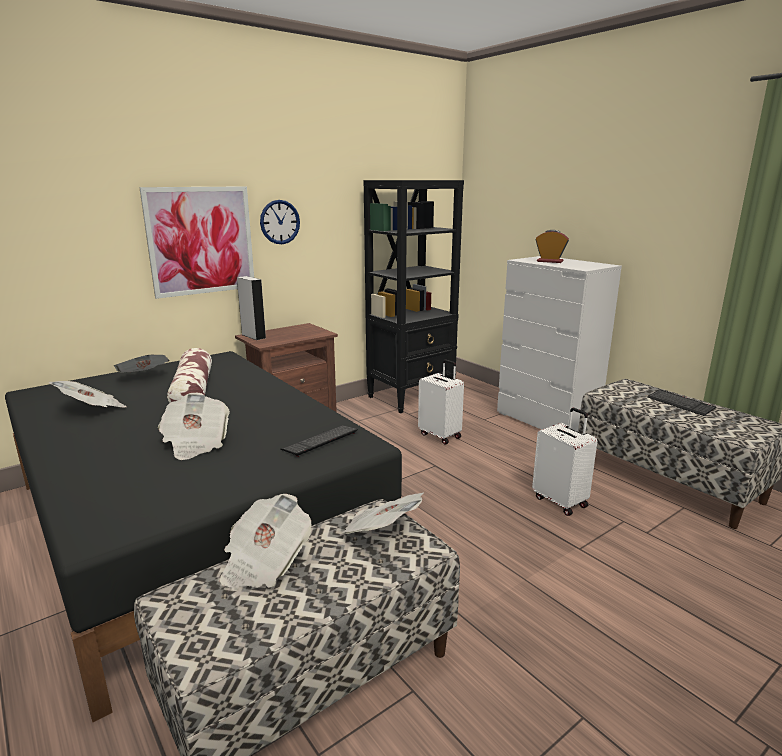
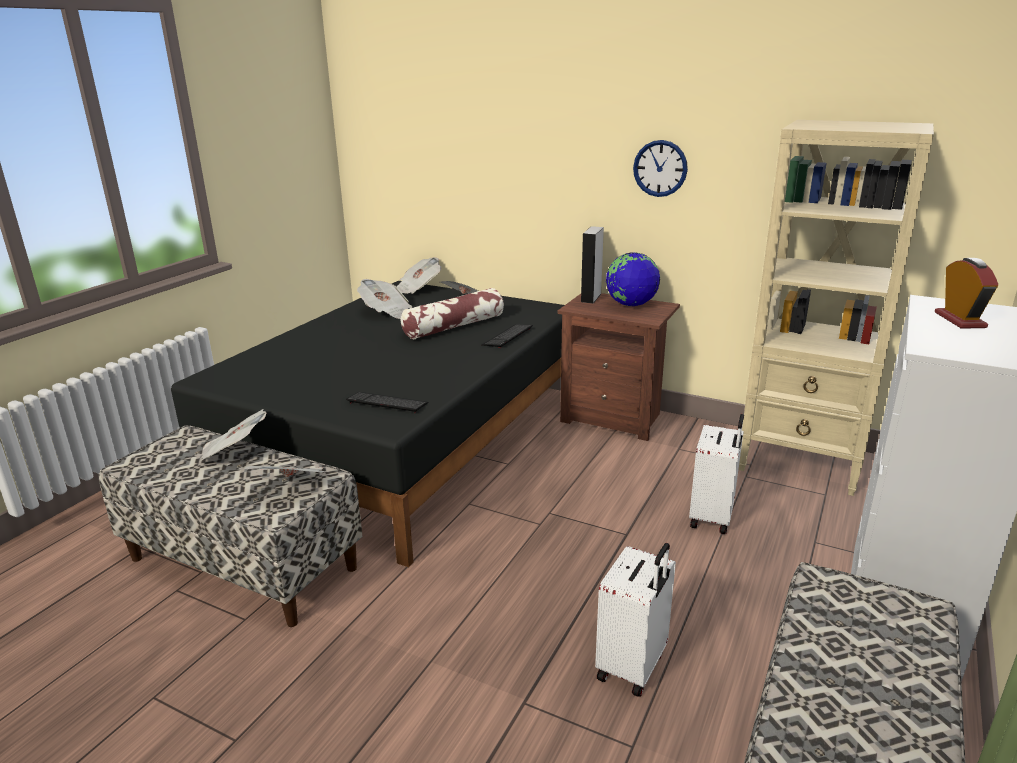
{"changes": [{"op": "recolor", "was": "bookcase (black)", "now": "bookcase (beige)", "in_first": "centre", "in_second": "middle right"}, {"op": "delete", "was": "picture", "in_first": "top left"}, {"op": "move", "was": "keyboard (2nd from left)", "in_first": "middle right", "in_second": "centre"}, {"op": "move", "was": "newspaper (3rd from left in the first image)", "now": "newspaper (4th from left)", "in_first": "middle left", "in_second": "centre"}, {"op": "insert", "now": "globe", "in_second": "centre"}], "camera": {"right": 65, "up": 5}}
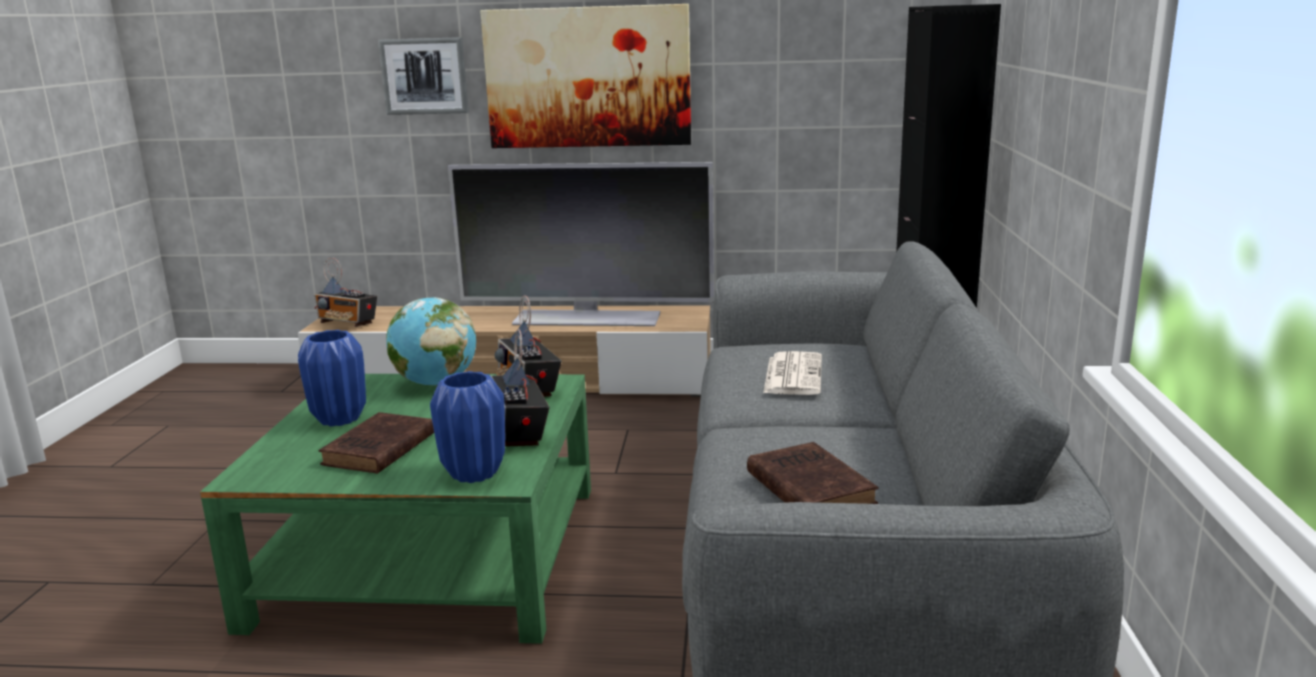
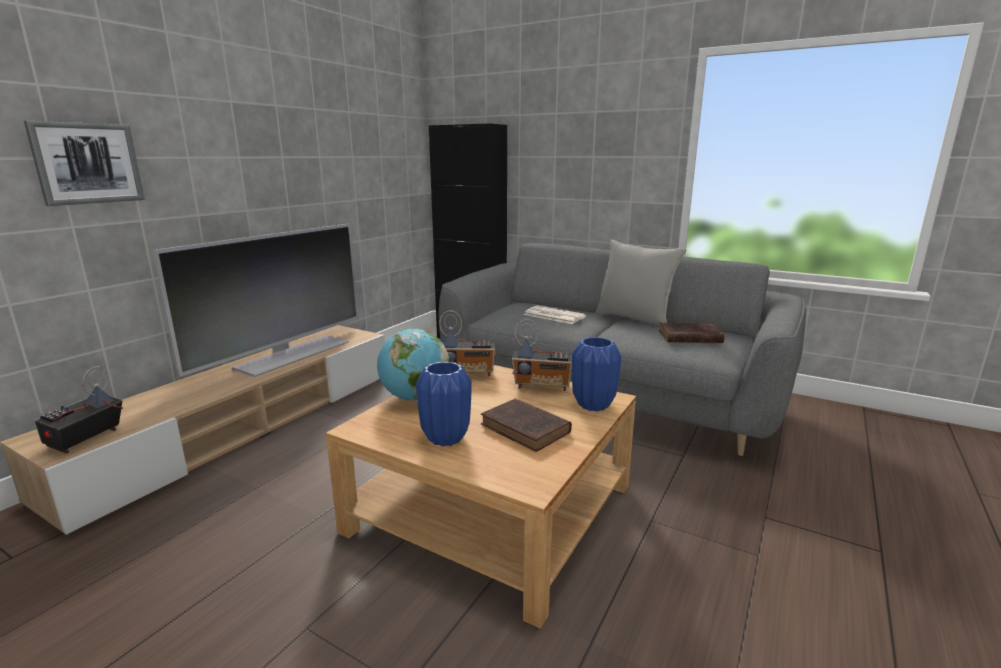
{"changes": [{"op": "delete", "was": "picture (2nd from left)", "in_first": "top centre"}, {"op": "rotate", "was": "radio (1st from left)", "in_first": "middle left", "in_second": "middle left", "clockwise": 150}, {"op": "recolor", "was": "coffee table (green)", "now": "coffee table (beige)", "in_first": "bottom left", "in_second": "bottom centre"}, {"op": "insert", "now": "pillow (grey)", "in_second": "centre"}], "camera": {"right": -65, "up": 0}}
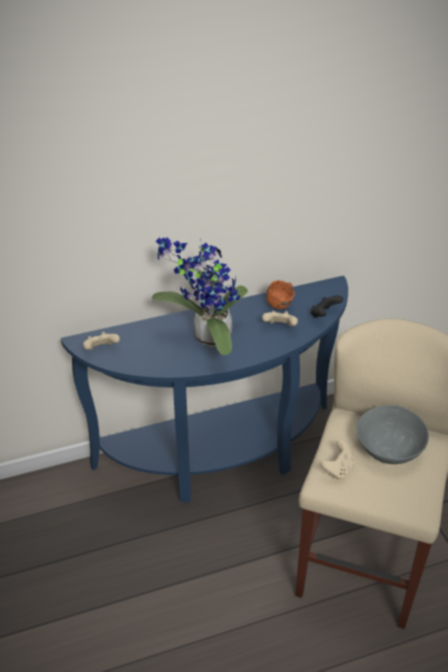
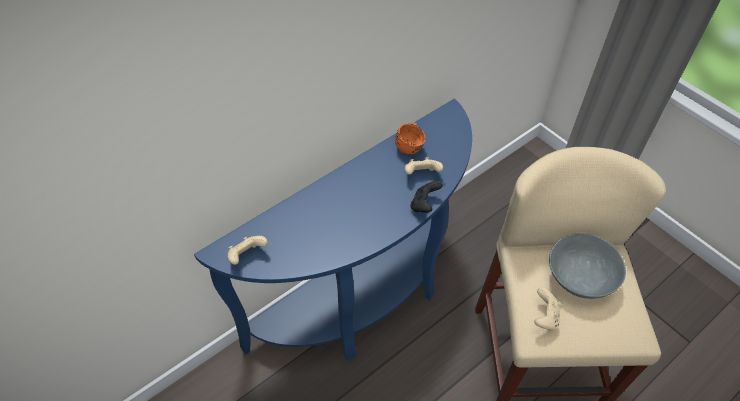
{"changes": [{"op": "delete", "was": "potted plant", "in_first": "centre"}, {"op": "move", "was": "game controller (black)", "in_first": "middle right", "in_second": "centre"}], "camera": {"right": -20, "up": 10}}
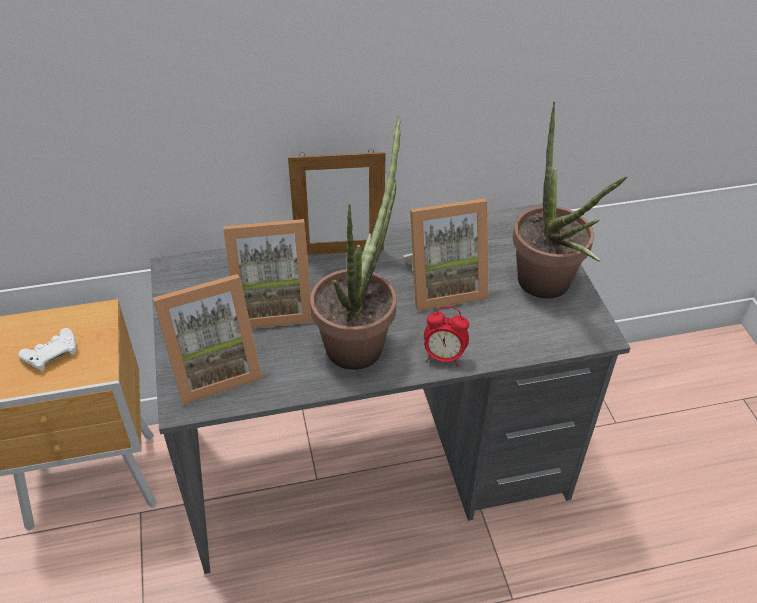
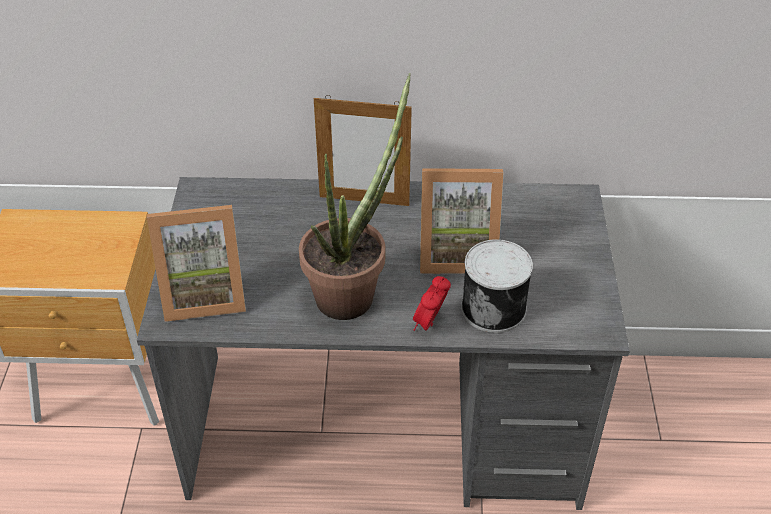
{"changes": [{"op": "delete", "was": "potted plant (2nd from left)", "in_first": "top right"}, {"op": "delete", "was": "picture frame (2nd from left)", "in_first": "centre"}, {"op": "rotate", "was": "alarm clock", "in_first": "centre", "in_second": "centre", "clockwise": 90}, {"op": "delete", "was": "game controller (white)", "in_first": "middle left"}, {"op": "insert", "now": "can", "in_second": "centre"}], "camera": {"right": 15, "up": 0}}
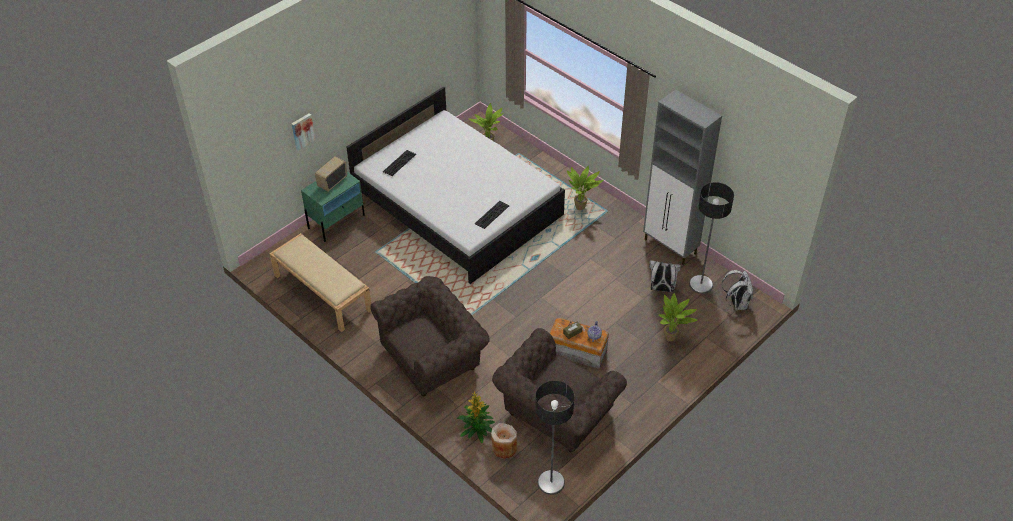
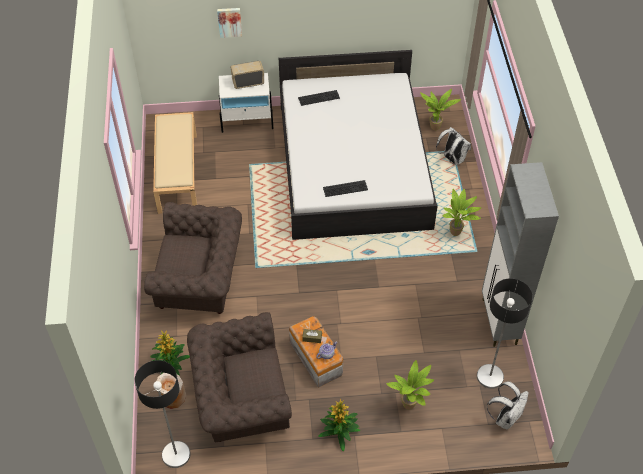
{"changes": [{"op": "recolor", "was": "nightstand (green)", "now": "nightstand (white)", "in_first": "middle left", "in_second": "top centre"}, {"op": "move", "was": "backpack (white) (1st from left)", "in_first": "centre", "in_second": "top right"}, {"op": "insert", "now": "potted plant (2nd from left)", "in_second": "bottom centre"}], "camera": {"right": 40, "up": 5}}
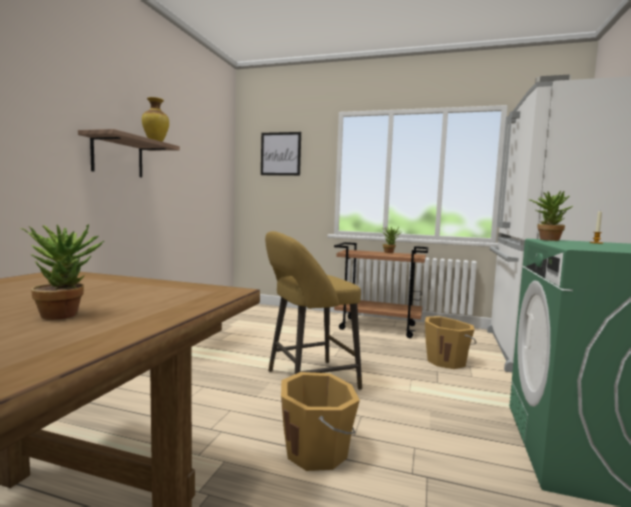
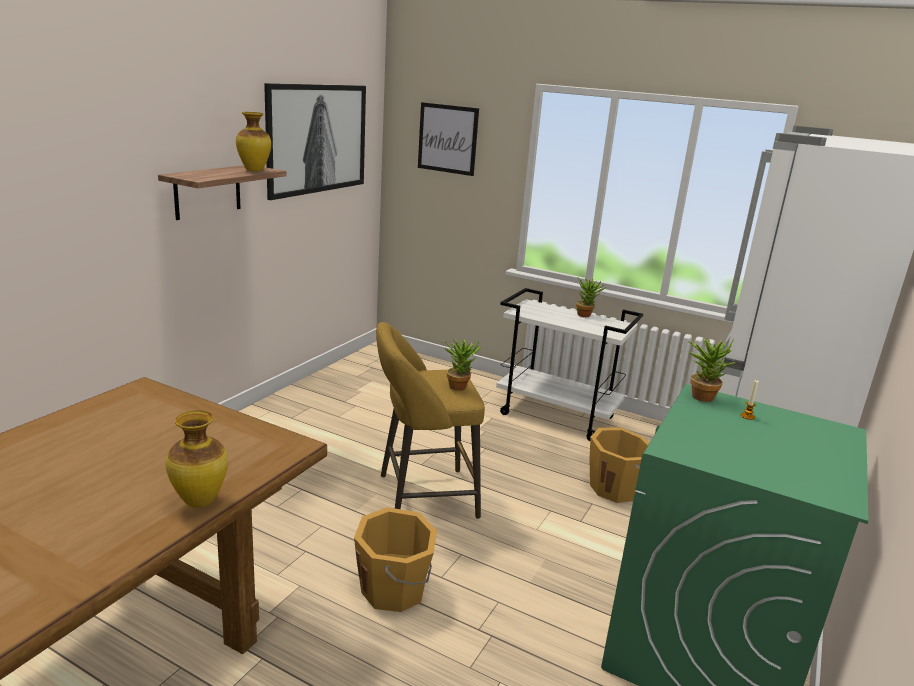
{"changes": [{"op": "move", "was": "potted plant (1st from left)", "in_first": "middle left", "in_second": "centre"}, {"op": "recolor", "was": "cart (brown)", "now": "cart (white)", "in_first": "centre", "in_second": "centre"}, {"op": "insert", "now": "picture (1st from left)", "in_second": "top centre"}, {"op": "insert", "now": "vase (1st from left)", "in_second": "bottom left"}], "camera": {"right": 10, "up": 15}}
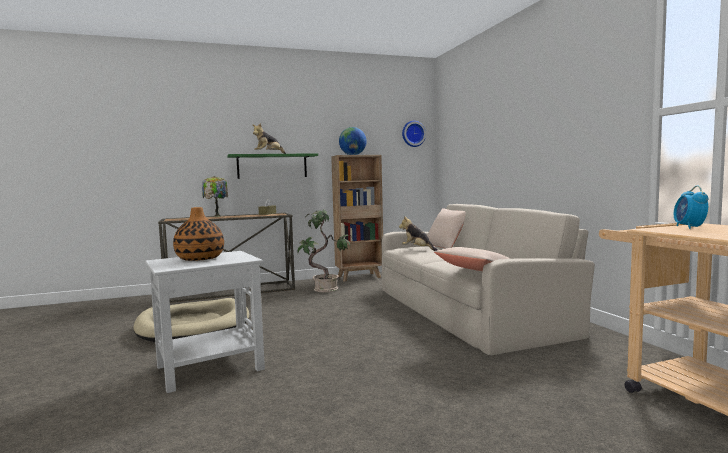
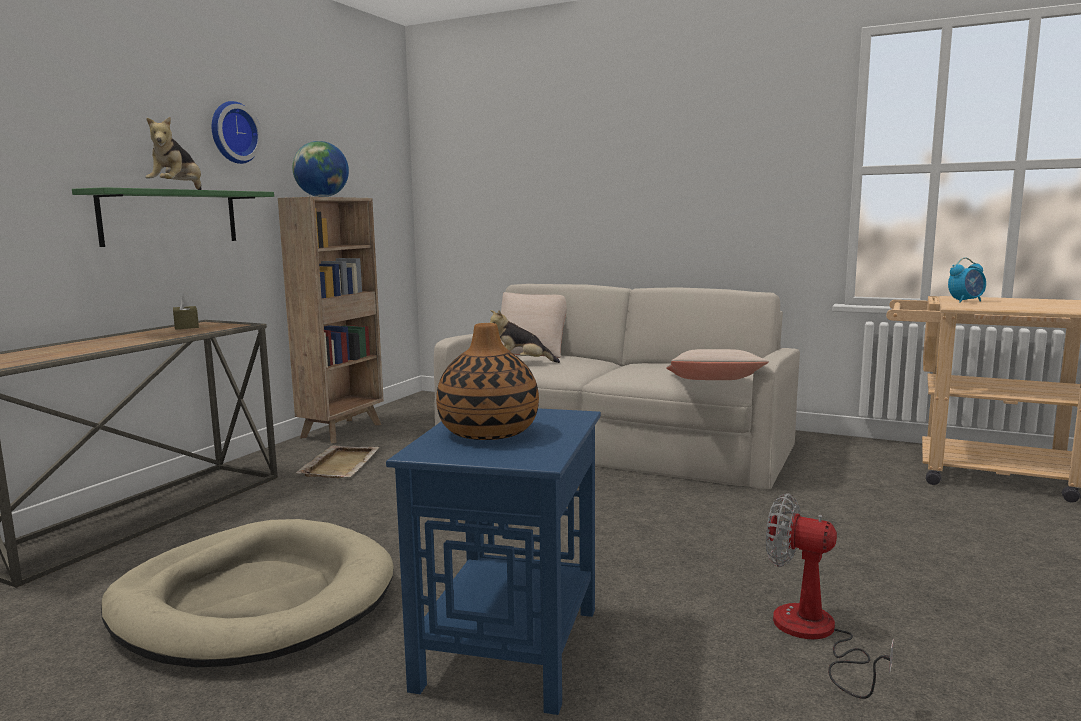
{"changes": [{"op": "move", "was": "wall clock", "in_first": "top centre", "in_second": "top left"}, {"op": "delete", "was": "table lamp", "in_first": "middle left"}, {"op": "rotate", "was": "alarm clock", "in_first": "middle right", "in_second": "middle right", "clockwise": -75}, {"op": "replace", "was": "potted plant", "now": "tray (beige)", "in_first": "centre", "in_second": "middle left"}, {"op": "recolor", "was": "side table (white)", "now": "side table (blue)", "in_first": "bottom left", "in_second": "bottom centre"}, {"op": "insert", "now": "fan", "in_second": "bottom right"}], "camera": {"right": -45, "up": 5}}
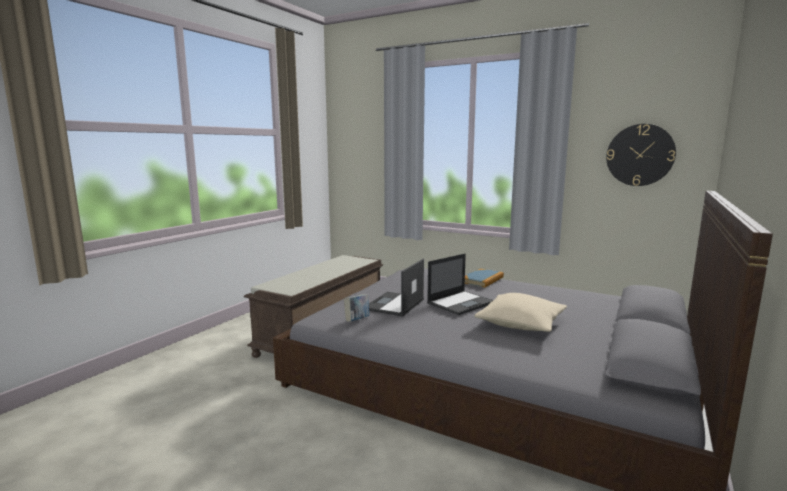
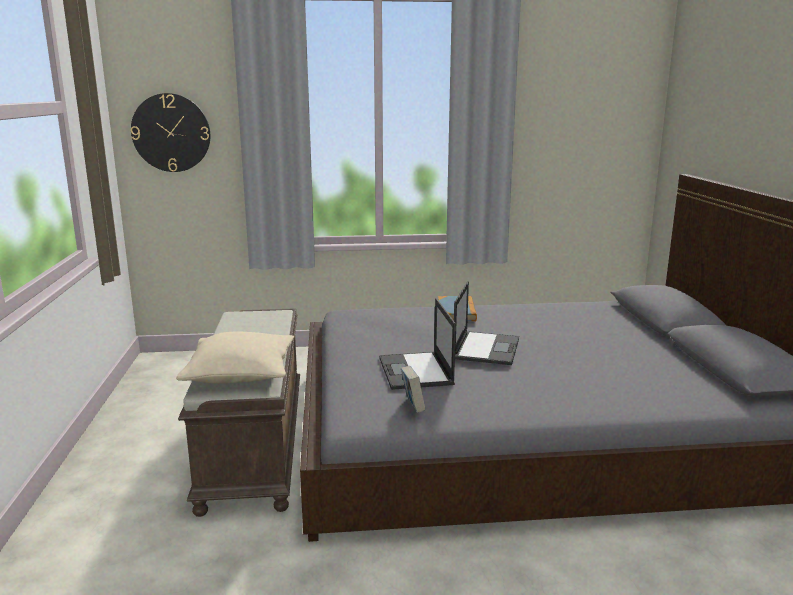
{"changes": [{"op": "move", "was": "wall clock", "in_first": "top right", "in_second": "top left"}, {"op": "move", "was": "pillow (beige)", "in_first": "centre", "in_second": "middle left"}], "camera": {"right": -35, "up": 5}}
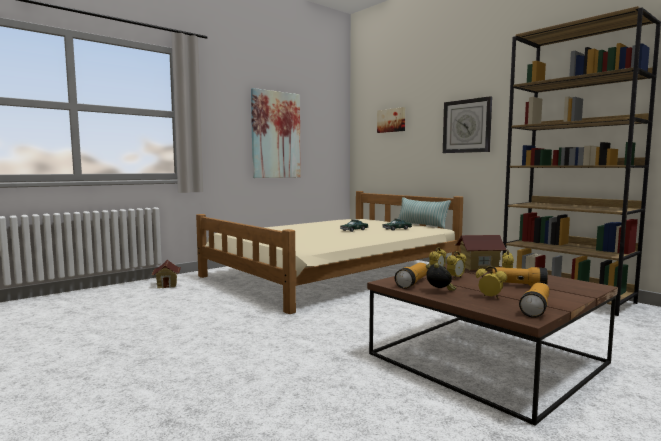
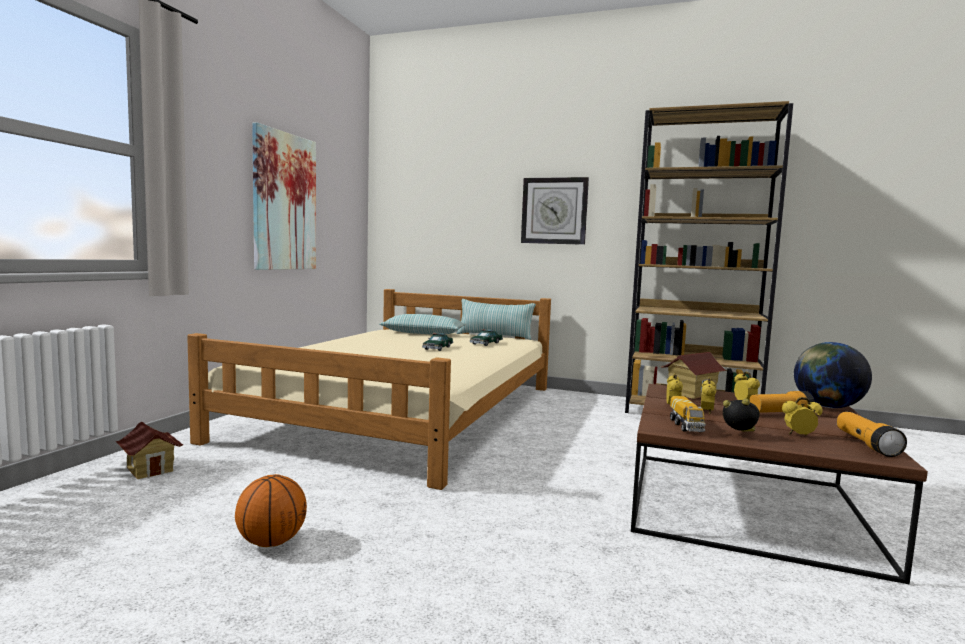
{"changes": [{"op": "delete", "was": "picture (2nd from left)", "in_first": "top centre"}, {"op": "replace", "was": "flashlight (1st from left)", "now": "toy truck", "in_first": "centre", "in_second": "middle right"}, {"op": "insert", "now": "pillow (1st from left)", "in_second": "centre"}, {"op": "insert", "now": "globe", "in_second": "middle right"}, {"op": "insert", "now": "basketball", "in_second": "bottom left"}], "camera": {"right": -30, "up": 0}}
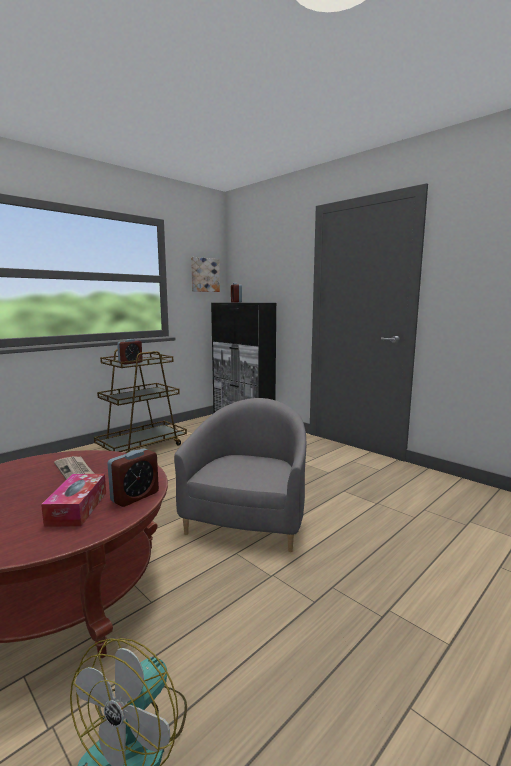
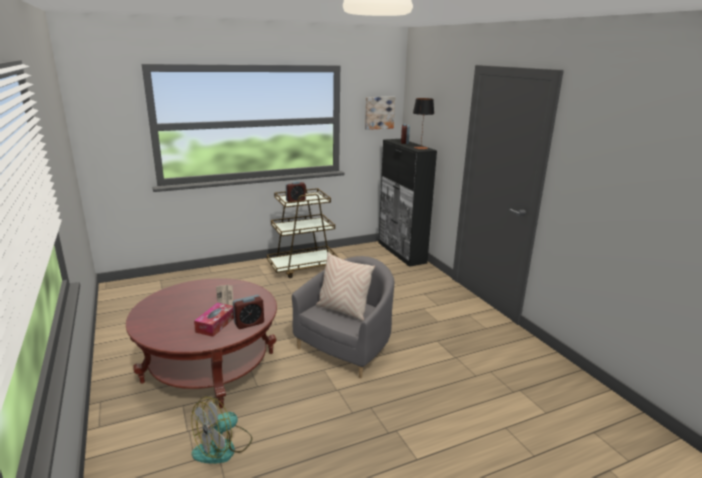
{"changes": [{"op": "insert", "now": "table lamp", "in_second": "top centre"}, {"op": "insert", "now": "pillow (beige)", "in_second": "centre"}], "camera": {"right": 20, "up": 10}}
